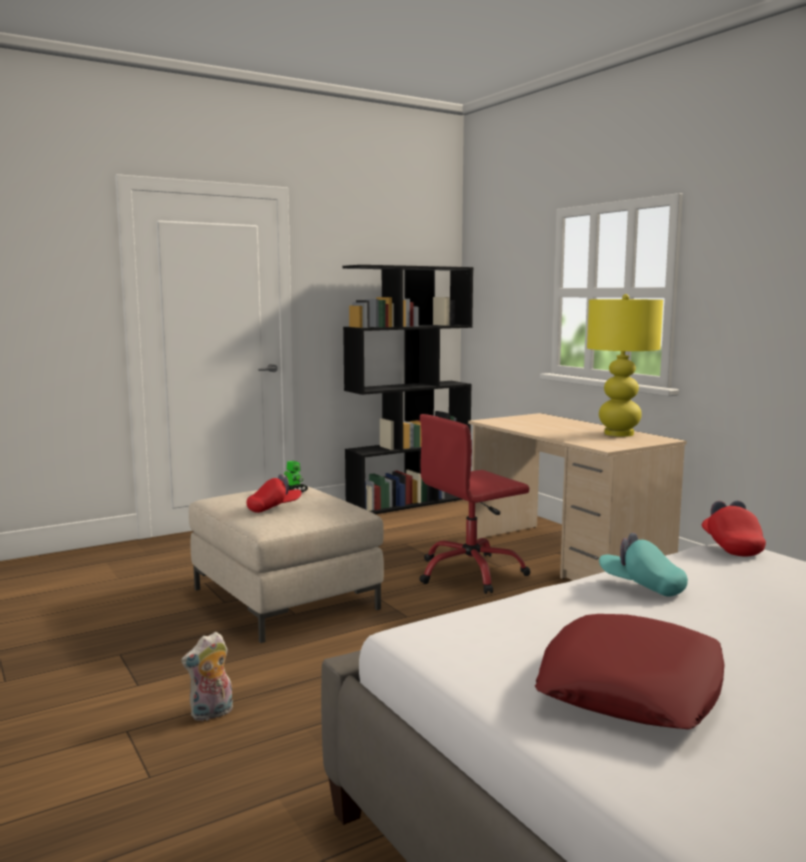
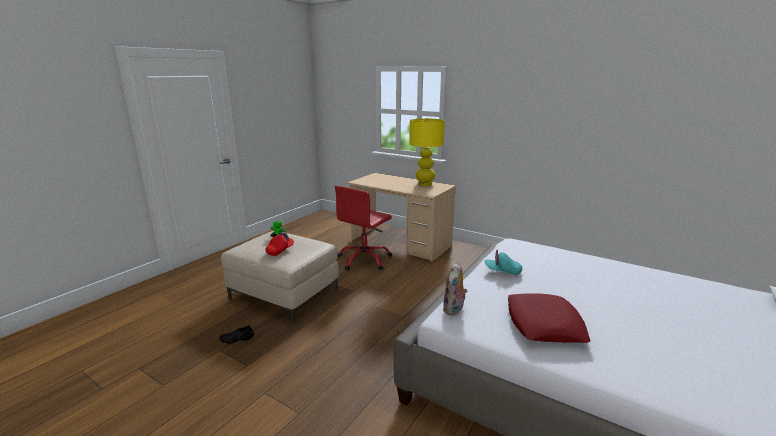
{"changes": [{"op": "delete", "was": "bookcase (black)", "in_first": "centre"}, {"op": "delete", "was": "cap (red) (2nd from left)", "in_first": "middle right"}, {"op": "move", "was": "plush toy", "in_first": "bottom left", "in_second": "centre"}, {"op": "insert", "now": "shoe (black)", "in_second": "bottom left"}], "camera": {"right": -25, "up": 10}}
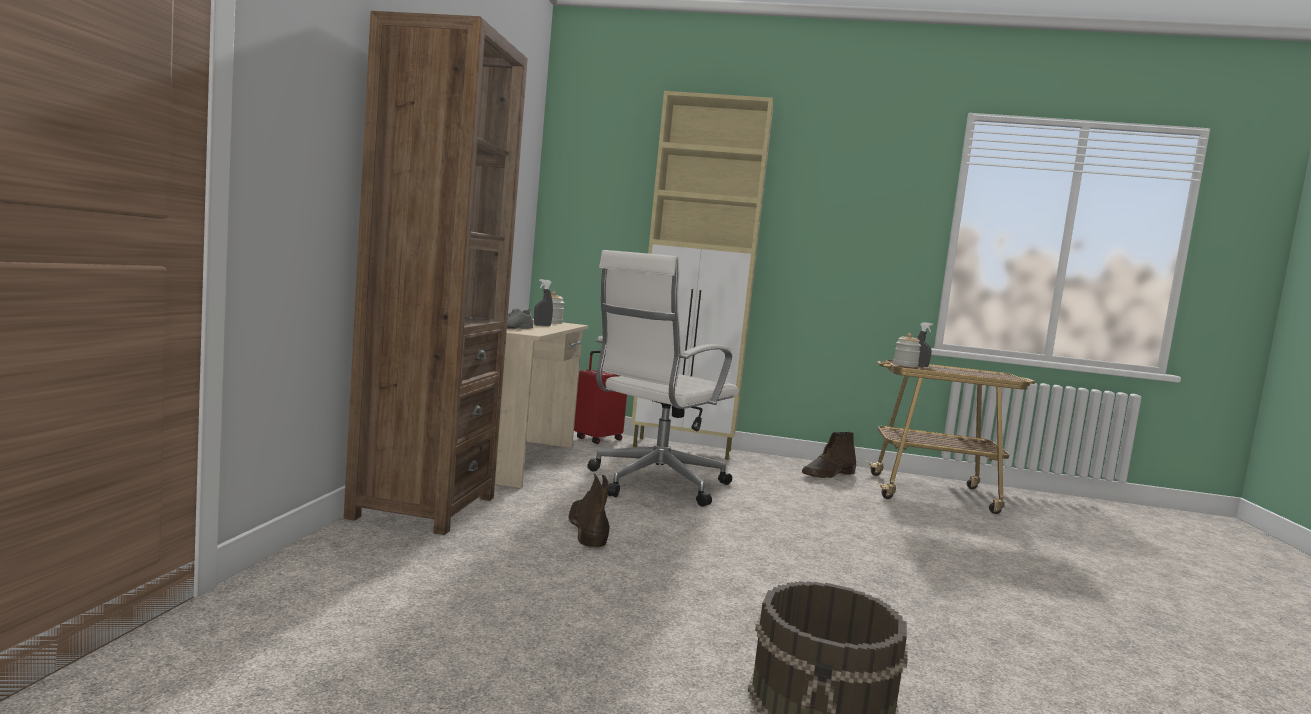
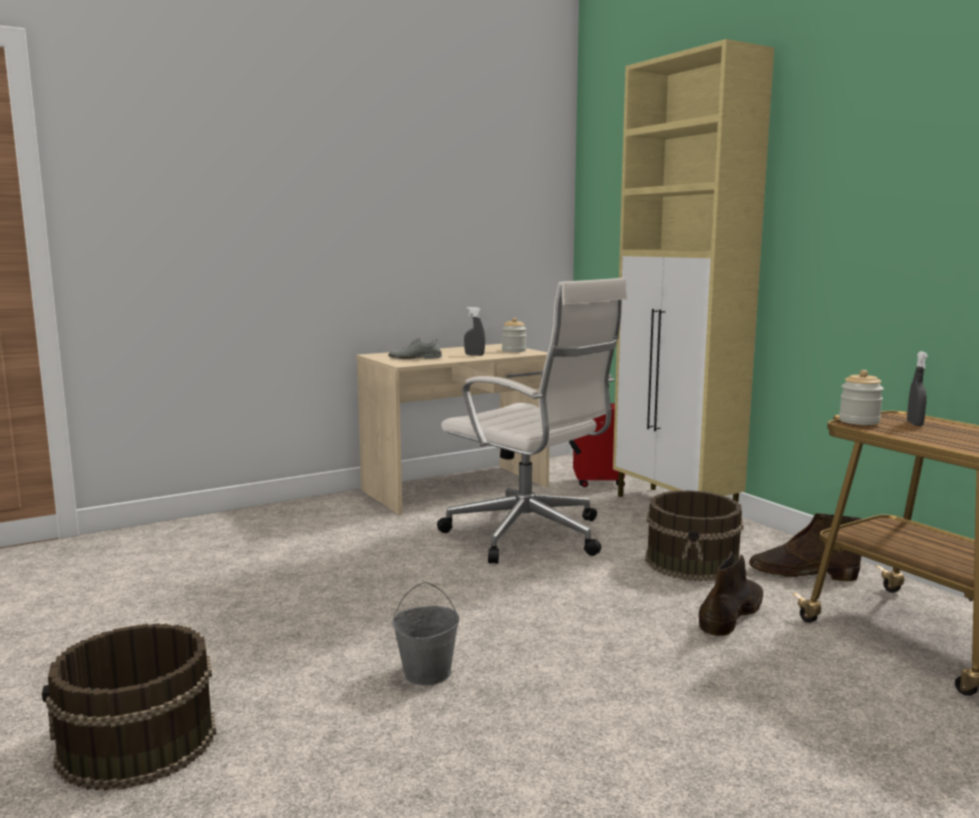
{"changes": [{"op": "delete", "was": "bookcase (brown)", "in_first": "middle left"}, {"op": "rotate", "was": "office chair (white)", "in_first": "centre", "in_second": "centre", "clockwise": -135}, {"op": "move", "was": "boot (brown) (1st from left)", "in_first": "bottom centre", "in_second": "bottom right"}, {"op": "insert", "now": "bucket (brown) (2nd from left)", "in_second": "middle right"}, {"op": "insert", "now": "bucket (grey)", "in_second": "bottom centre"}], "camera": {"right": 50, "up": 5}}
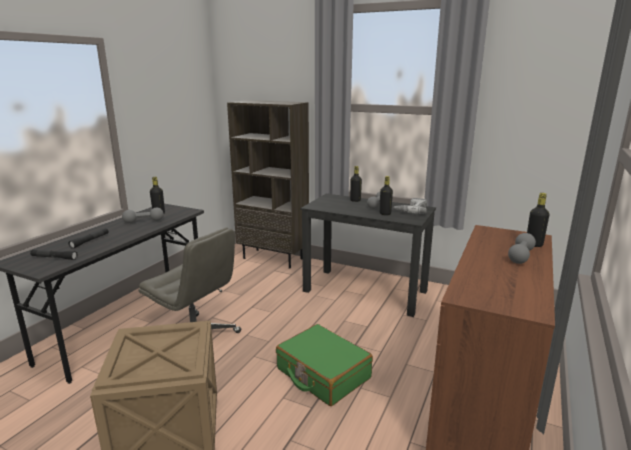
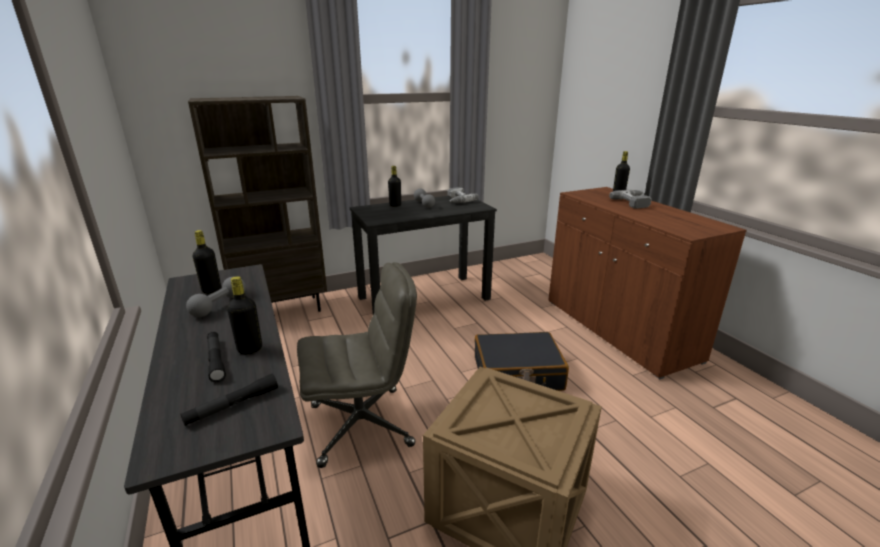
{"changes": [{"op": "move", "was": "bottle (black) (3rd from left in the first image)", "now": "bottle (black) (2nd from left)", "in_first": "centre", "in_second": "middle left"}, {"op": "replace", "was": "dumbbell (grey) (3rd from left)", "now": "power drill (2nd from left)", "in_first": "middle right", "in_second": "middle right"}, {"op": "recolor", "was": "suitcase (green)", "now": "suitcase (black)", "in_first": "bottom centre", "in_second": "centre"}], "camera": {"right": -50, "up": 5}}
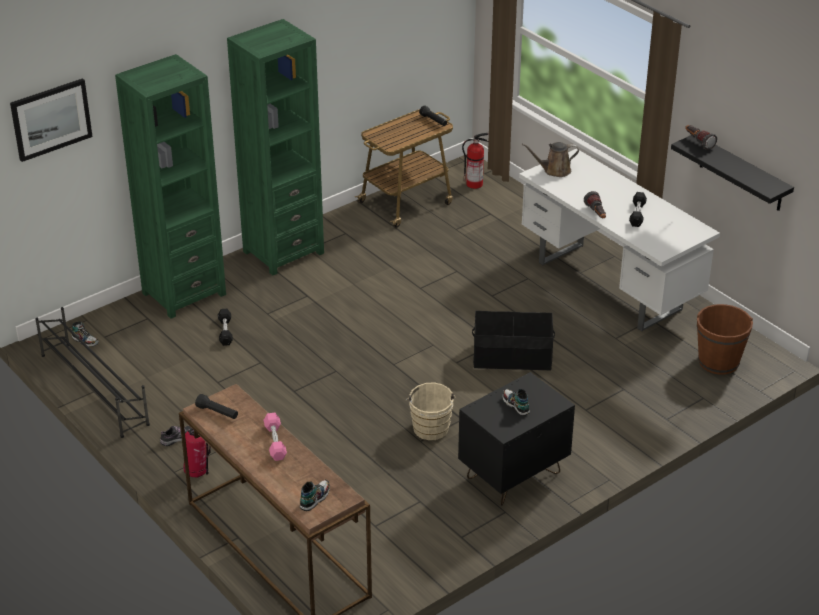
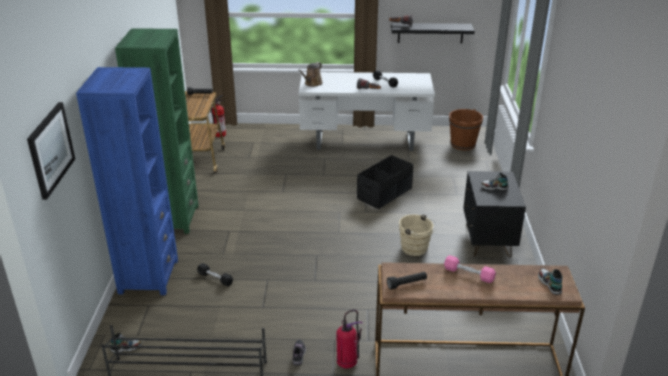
{"changes": [{"op": "recolor", "was": "bookcase (green) (1st from left)", "now": "bookcase (blue)", "in_first": "top left", "in_second": "middle left"}], "camera": {"right": -50, "up": -5}}
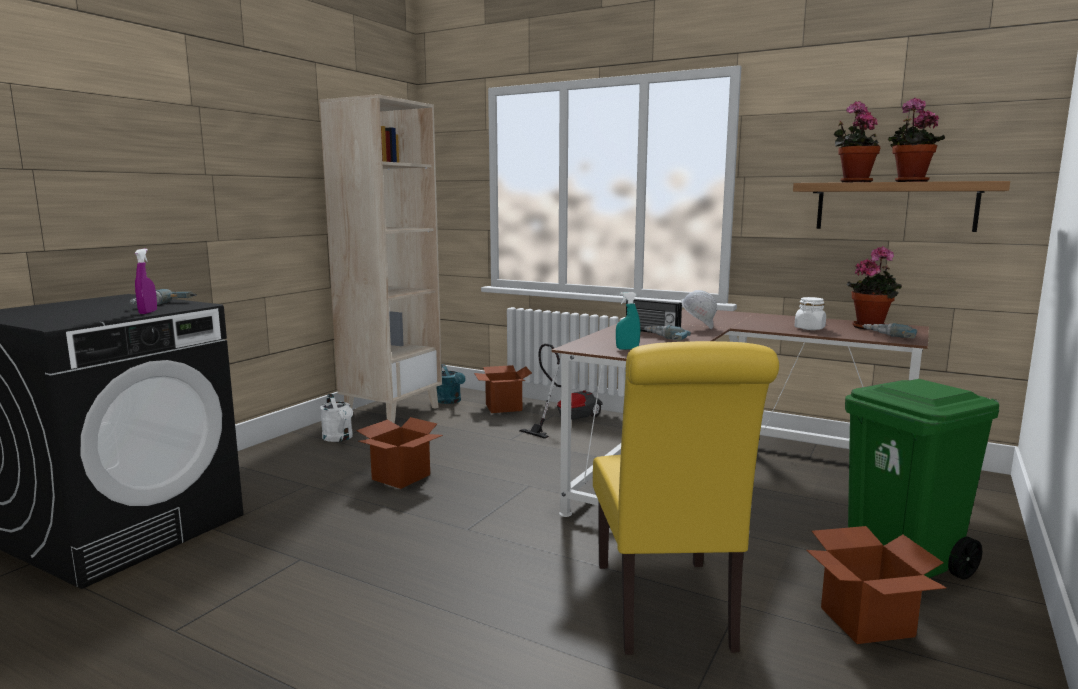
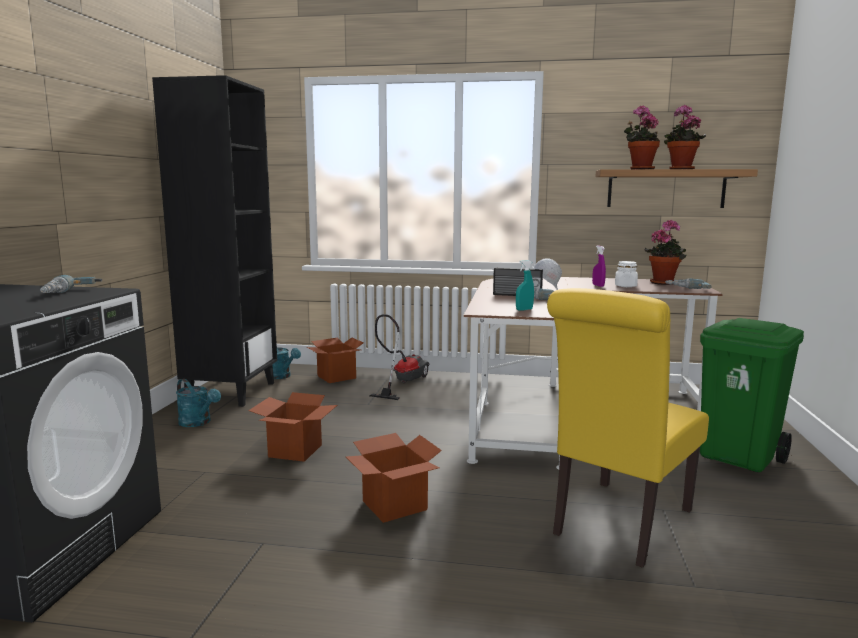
{"changes": [{"op": "recolor", "was": "bookcase (beige)", "now": "bookcase (black)", "in_first": "centre", "in_second": "middle left"}, {"op": "move", "was": "spray bottle (purple)", "in_first": "middle left", "in_second": "middle right"}, {"op": "rotate", "was": "chair (yellow)", "in_first": "bottom centre", "in_second": "bottom right", "clockwise": 60}, {"op": "recolor", "was": "watering can (white)", "now": "watering can (turquoise) (1st from left)", "in_first": "middle left", "in_second": "middle left"}, {"op": "move", "was": "cardboard box (3rd from left)", "in_first": "bottom right", "in_second": "bottom centre"}], "camera": {"right": -20, "up": 0}}
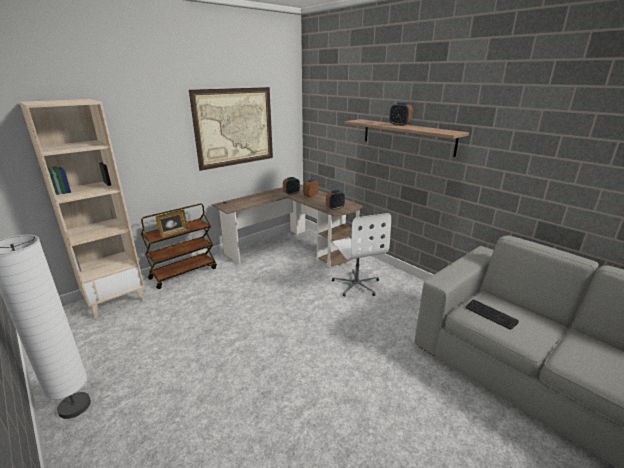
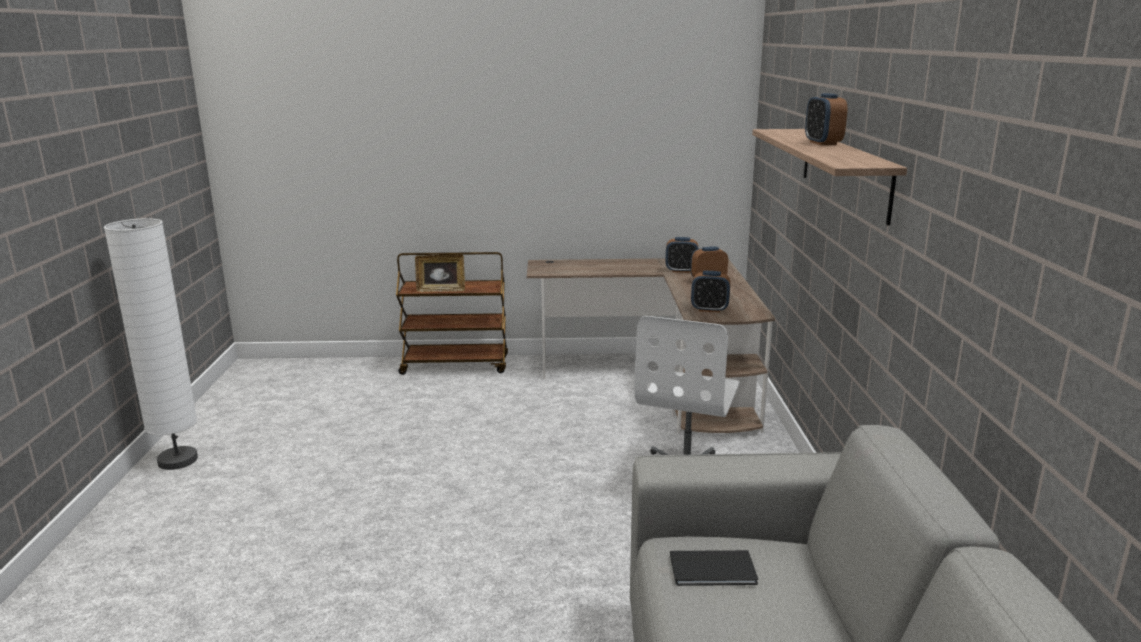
{"changes": [{"op": "delete", "was": "picture", "in_first": "top centre"}, {"op": "delete", "was": "bookcase (beige)", "in_first": "middle left"}, {"op": "replace", "was": "keyboard", "now": "book (black)", "in_first": "bottom right", "in_second": "bottom centre"}], "camera": {"right": 40, "up": -5}}
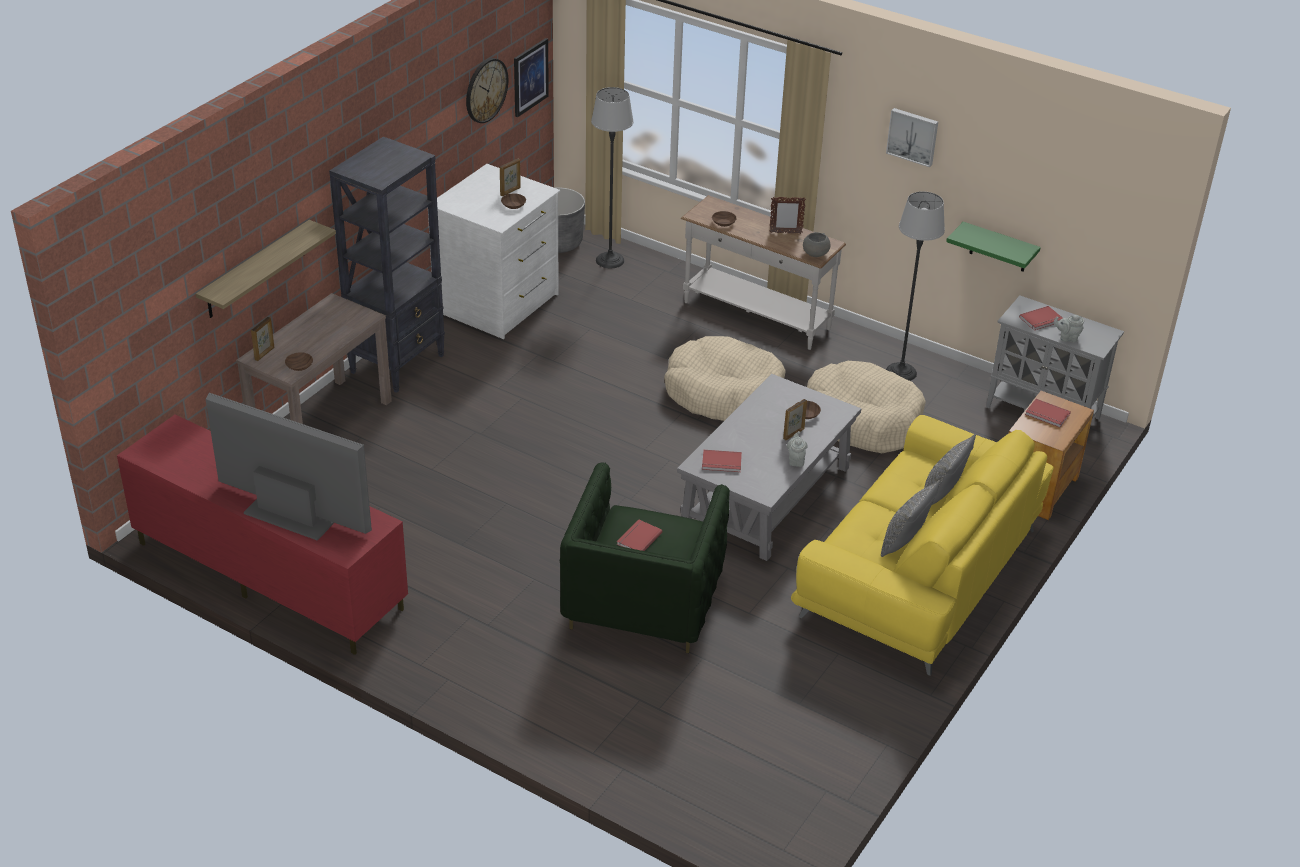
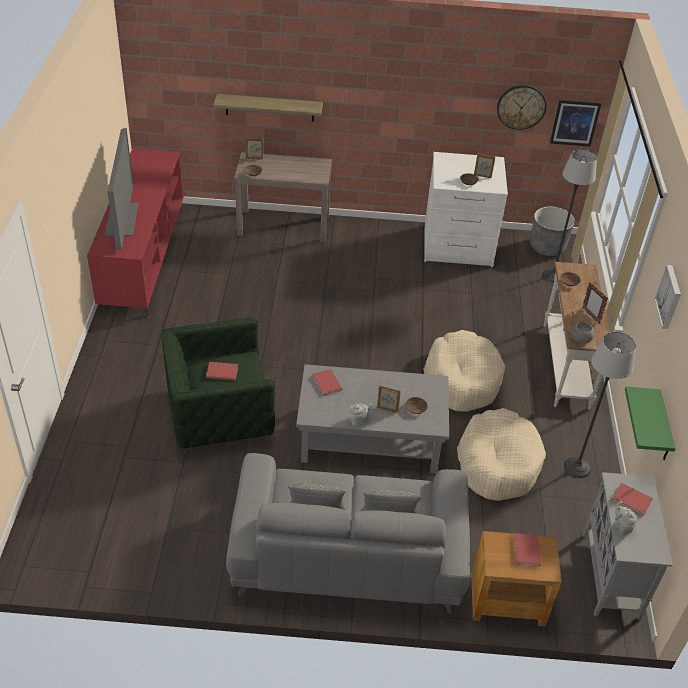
{"changes": [{"op": "delete", "was": "bookcase (black)", "in_first": "top left"}, {"op": "recolor", "was": "sofa (yellow)", "now": "sofa (grey)", "in_first": "middle right", "in_second": "bottom centre"}], "camera": {"right": 60, "up": 5}}
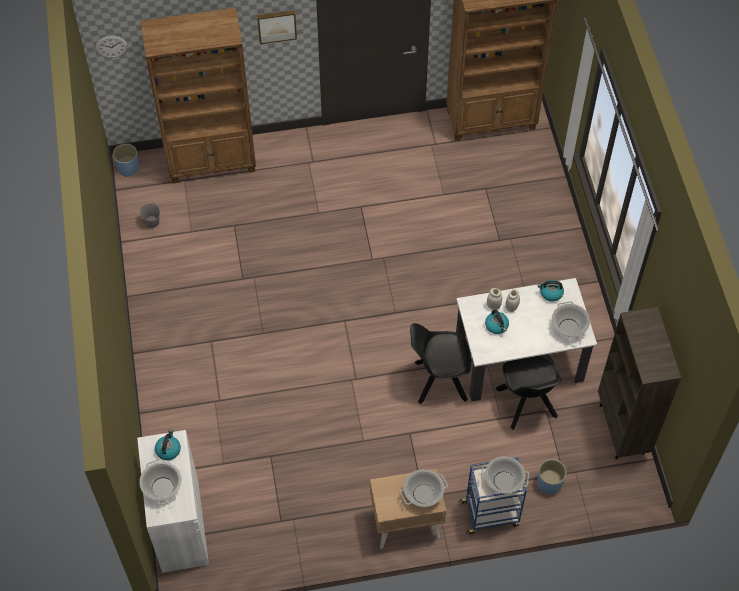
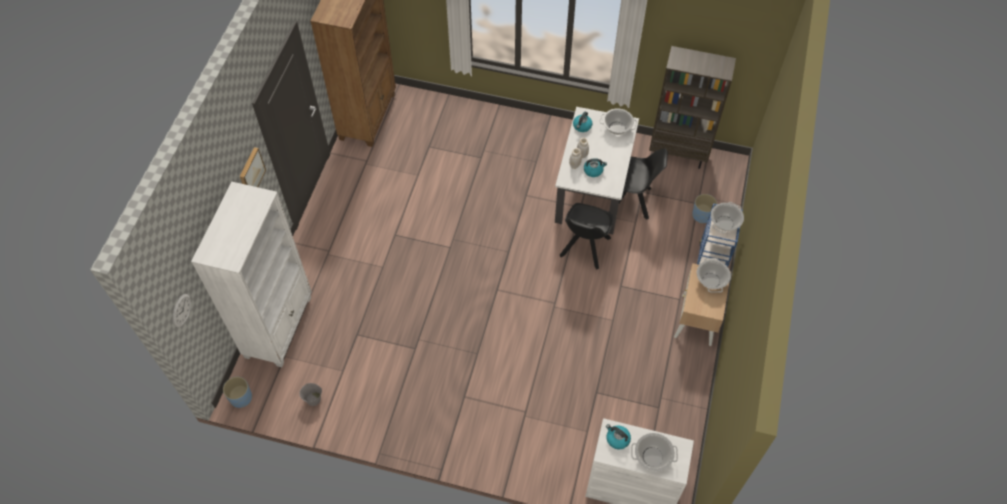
{"changes": [{"op": "recolor", "was": "bookcase (brown) (1st from left)", "now": "bookcase (white)", "in_first": "top left", "in_second": "middle left"}], "camera": {"right": -65, "up": 0}}
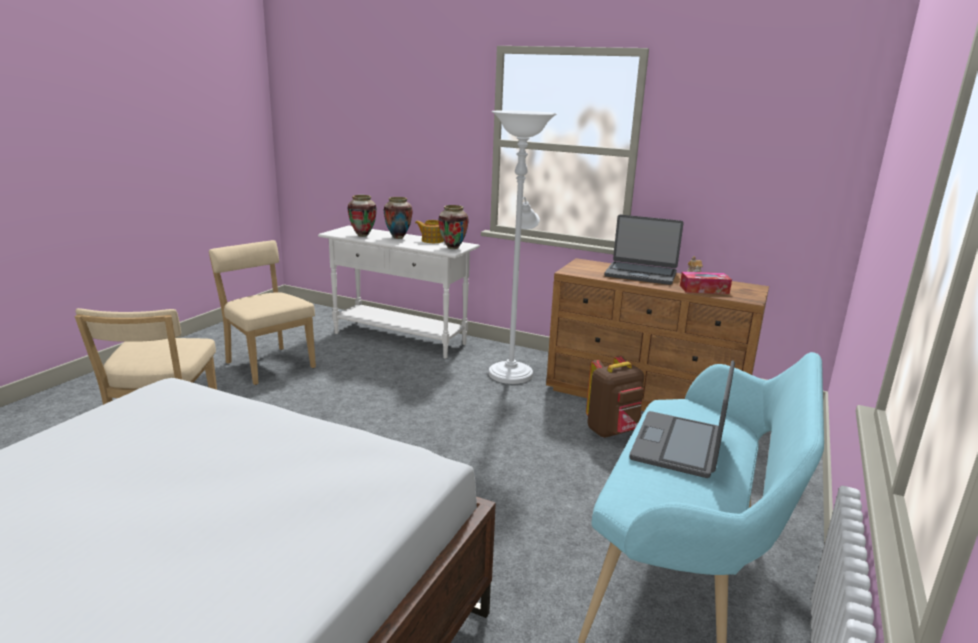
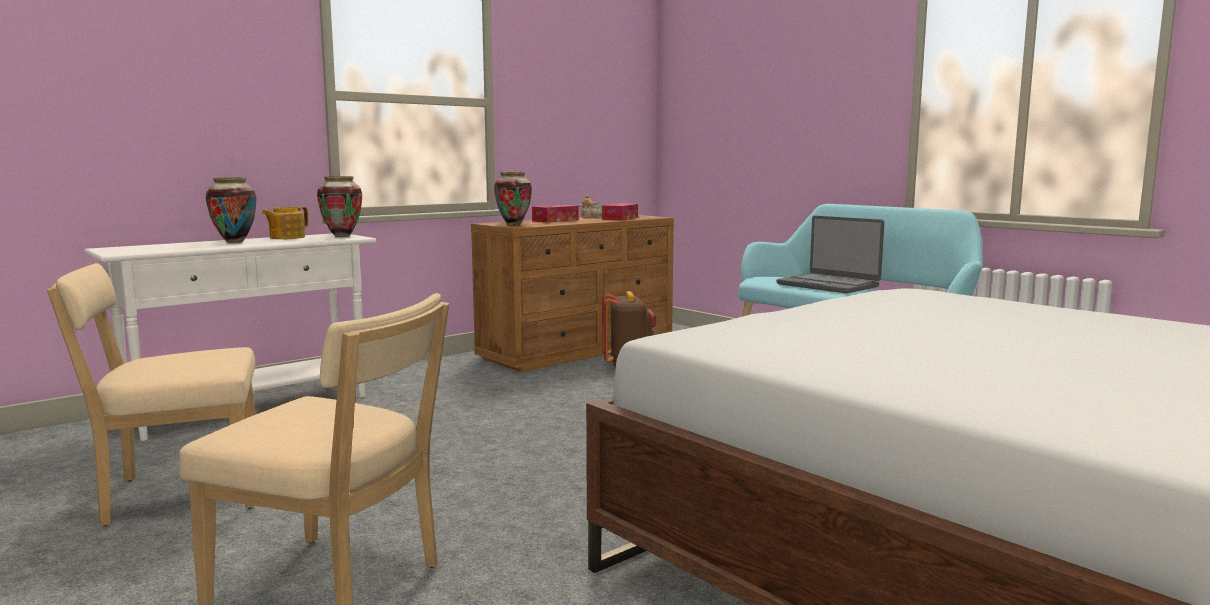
{"changes": [{"op": "delete", "was": "floor lamp (white)", "in_first": "centre"}, {"op": "move", "was": "vase (1st from left in the first image)", "now": "vase (3rd from left)", "in_first": "centre", "in_second": "top centre"}, {"op": "replace", "was": "laptop (1st from left)", "now": "tissue box (1st from left)", "in_first": "centre", "in_second": "centre"}], "camera": {"right": -65, "up": -10}}
